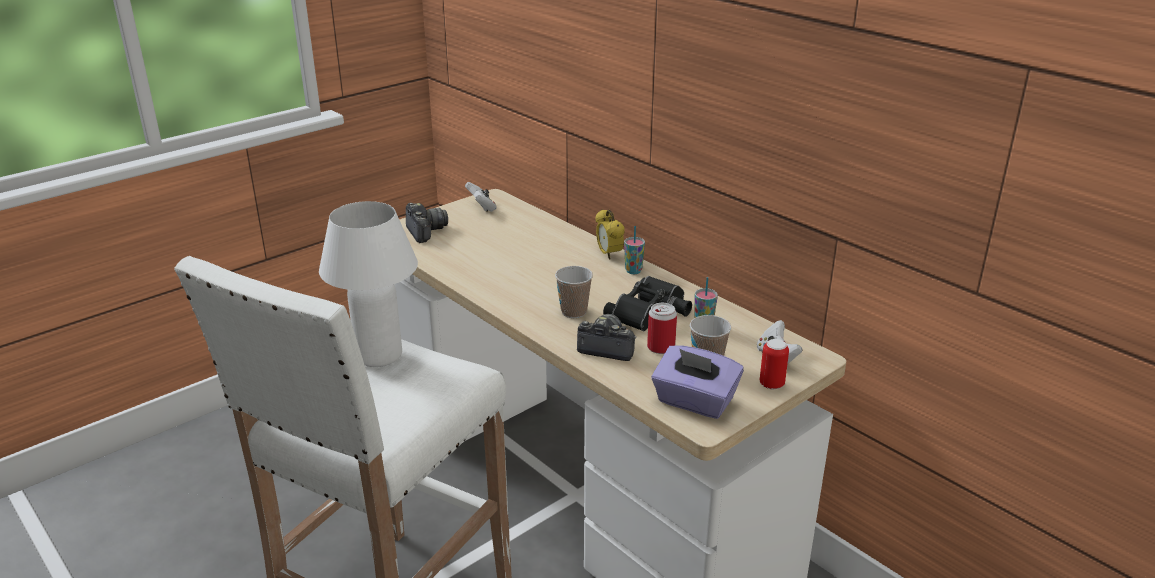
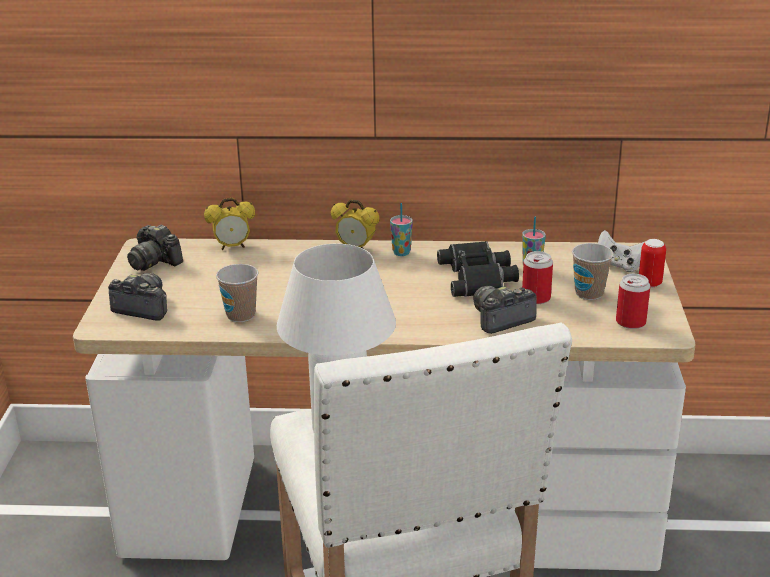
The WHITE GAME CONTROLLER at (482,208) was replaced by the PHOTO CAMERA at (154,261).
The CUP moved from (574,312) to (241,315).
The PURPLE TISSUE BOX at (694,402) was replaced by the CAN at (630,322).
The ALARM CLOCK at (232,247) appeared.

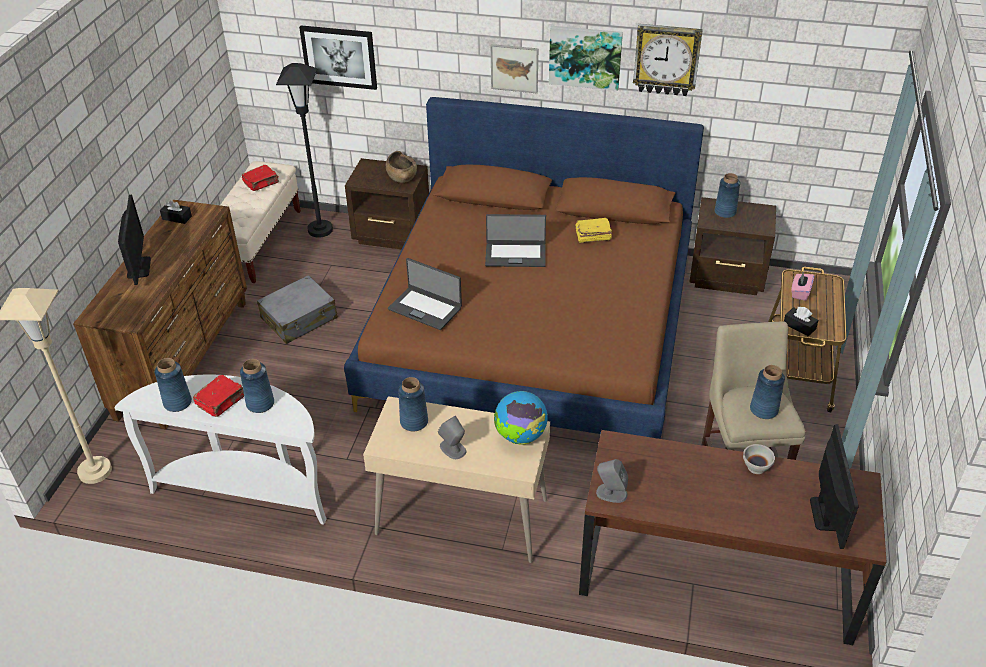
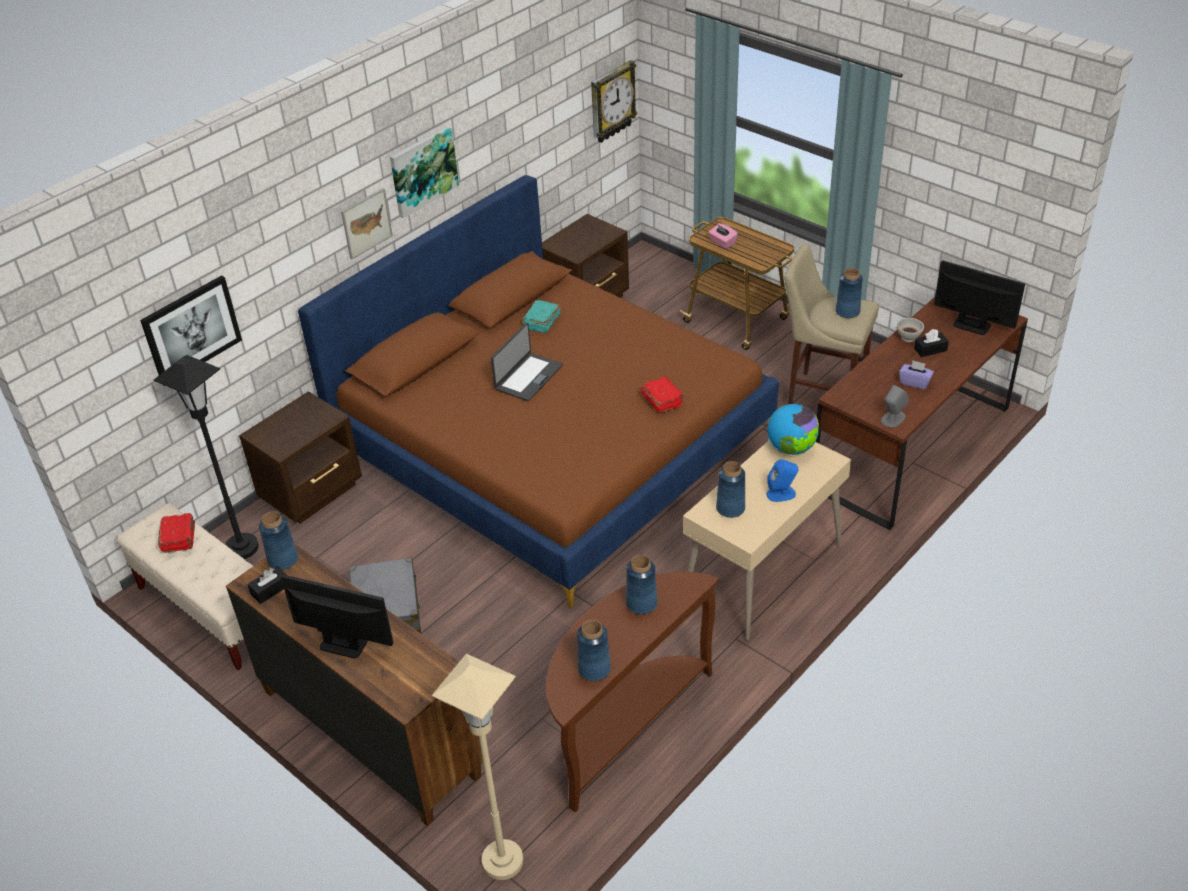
The WHITE CONSOLE TABLE at (246,489) became the BROWN CONSOLE TABLE at (624,725).
The RED BOOK moved from (221,401) to (662,400).
The BROWN BOWL at (401,175) disappeared.
The LAPTOP at (425,308) disappeared.
The GREY SPEAKER at (453,449) became the BLUE SPEAKER at (781,494).
The YELLOW BOOK at (592,236) became the TURQUOISE BOOK at (541,323).
The WALL CLOCK moved from (666,59) to (611,102).
The BLUE VASE moved from (725,212) to (283,560).
The BLACK TISSUE BOX moved from (799,326) to (930,349).
The PURPLE TISSUE BOX at (915,382) appeared.

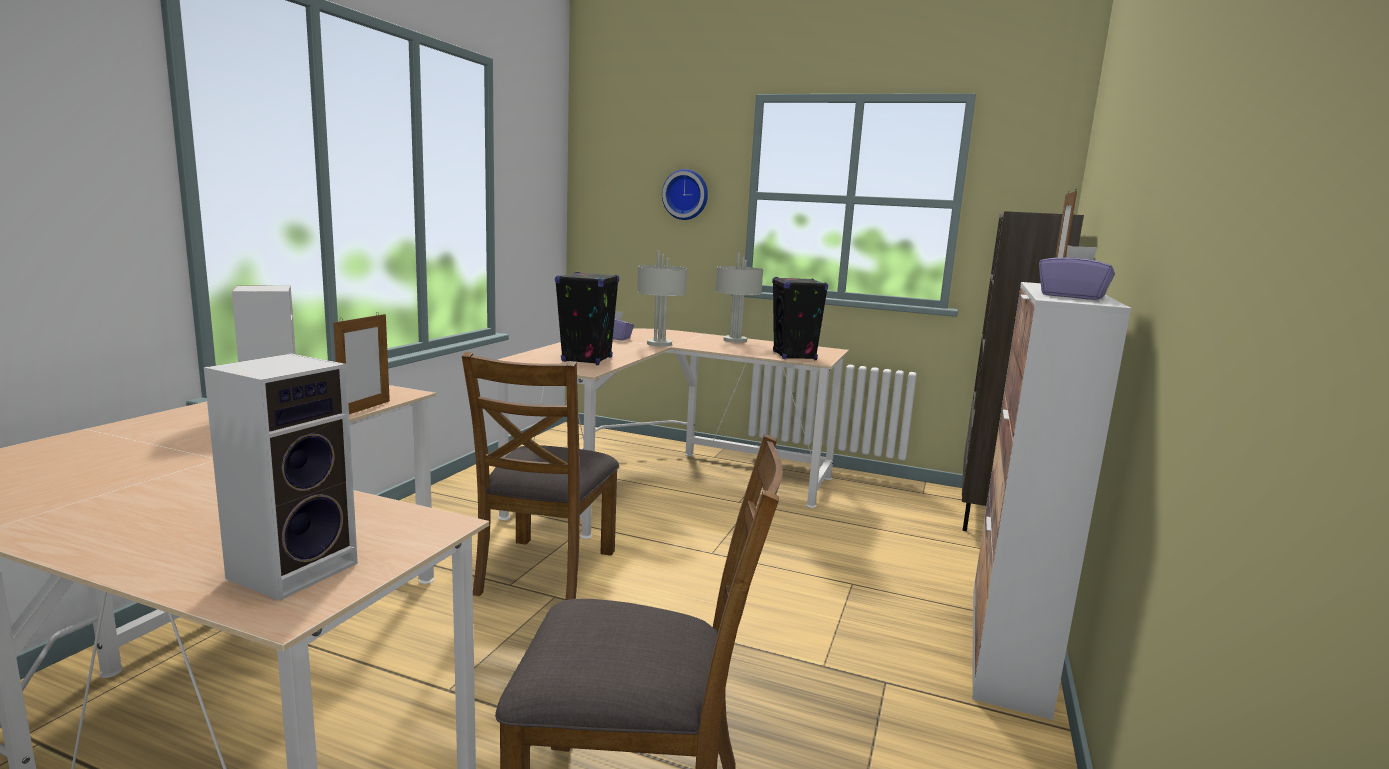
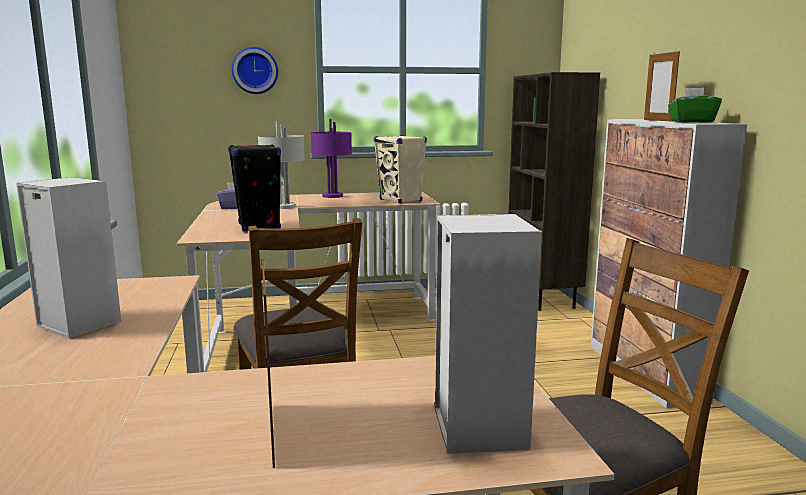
The PICTURE FRAME moved from (365,409) to (271,433).
The GREY TABLE LAMP at (734,340) became the PURPLE TABLE LAMP at (332,196).
The BLACK SPEAKER at (794,356) became the BEIGE SPEAKER at (401,200).
The PURPLE TISSUE BOX at (1072,296) became the GREEN TISSUE BOX at (692,122).

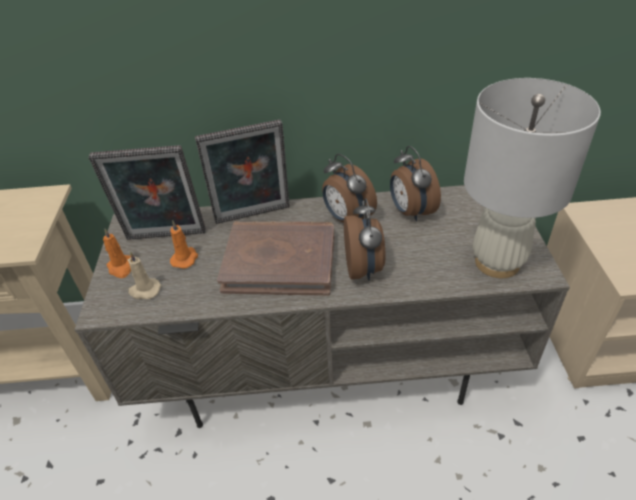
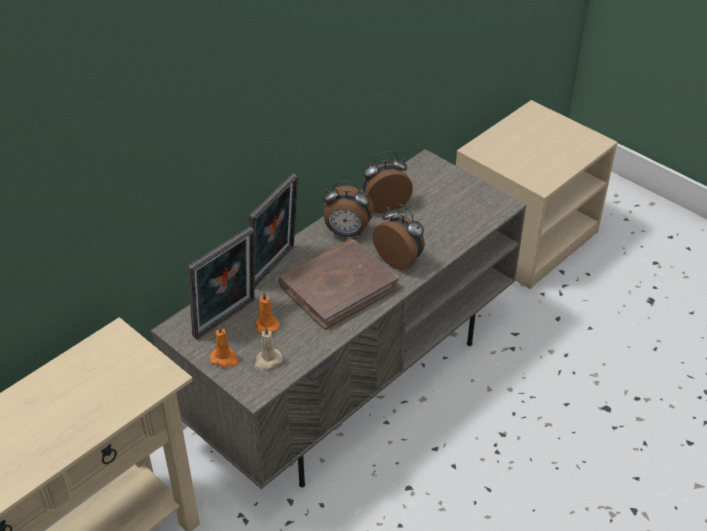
The ALARM CLOCK at (410,212) turned 135 degrees clockwise.
The WHITE TABLE LAMP at (497,262) disappeared.

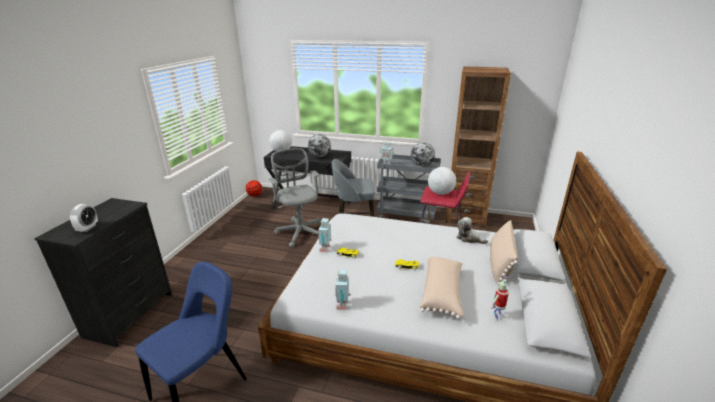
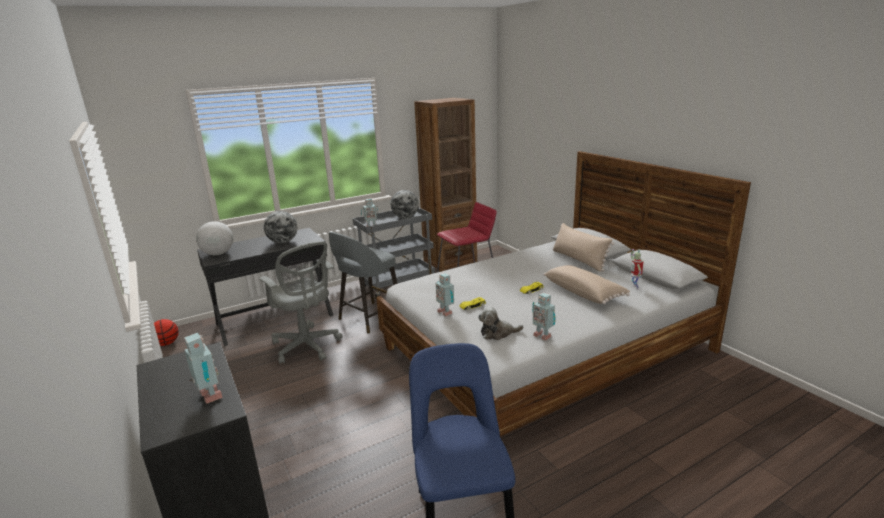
The ALARM CLOCK at (88,228) was replaced by the TOY ROBOT at (209,397).
The GREY OFFICE CHAIR at (299,231) turned 150 degrees counterclockwise.
The GLOBE at (440,193) disappeared.
The PLUSH TOY moved from (469,238) to (498,333).

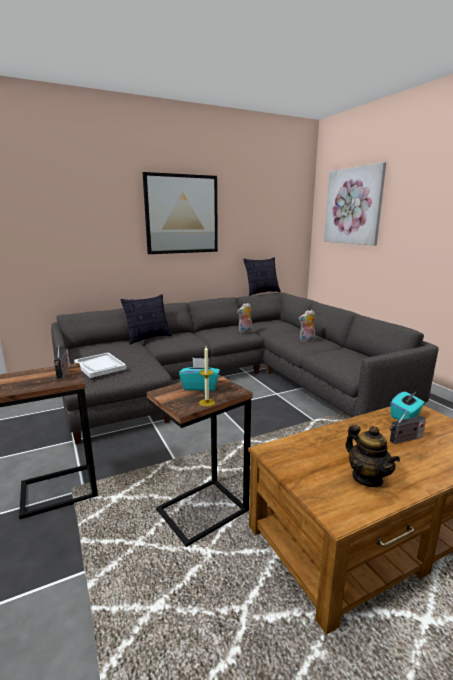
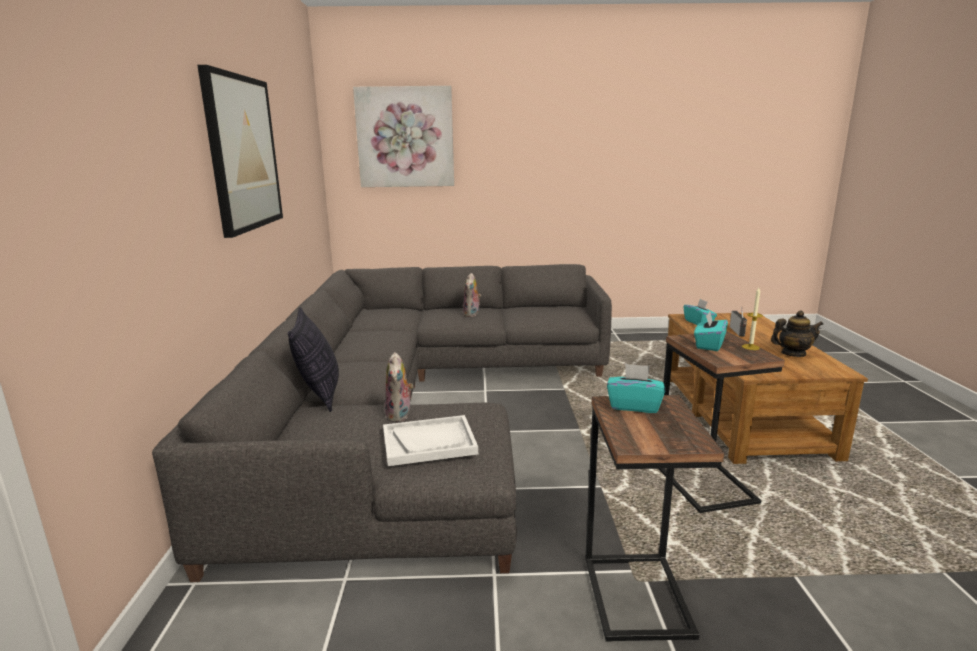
The RADIO at (63,372) was replaced by the TURQUOISE TISSUE BOX at (634,406).
The PLUSH TOY moved from (245,332) to (400,416).
The PILLOW at (262,293) disappeared.

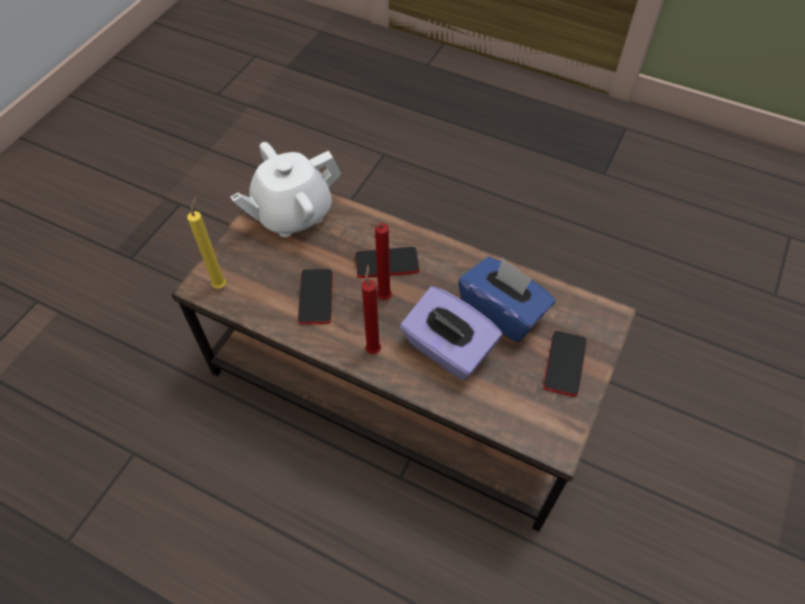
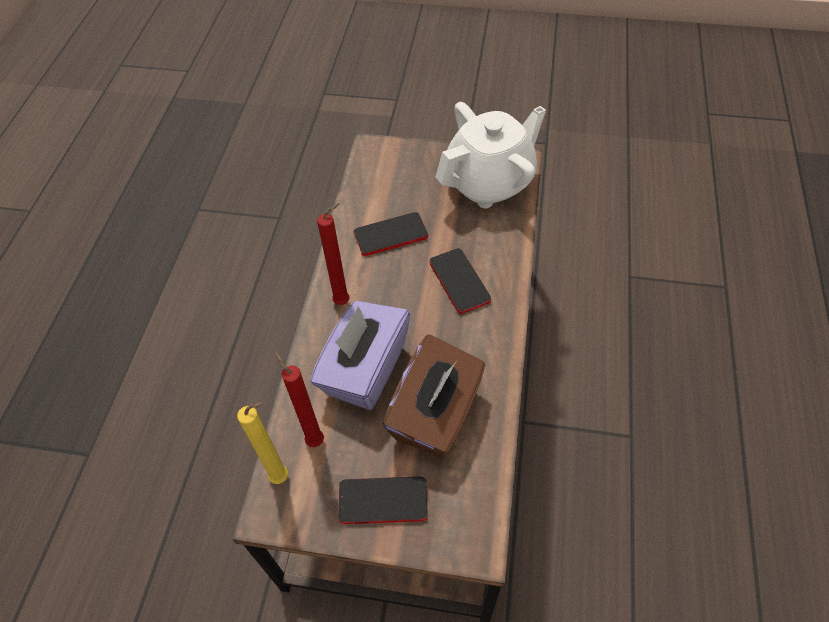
The YELLOW CANDLE moved from (221,284) to (283,477).
The WHITE TEAPOT at (292,213) turned 105 degrees clockwise.
The RED CANDLE moved from (381,298) to (313,439).
The BLUE TISSUE BOX at (502,312) became the BROWN TISSUE BOX at (436,414).

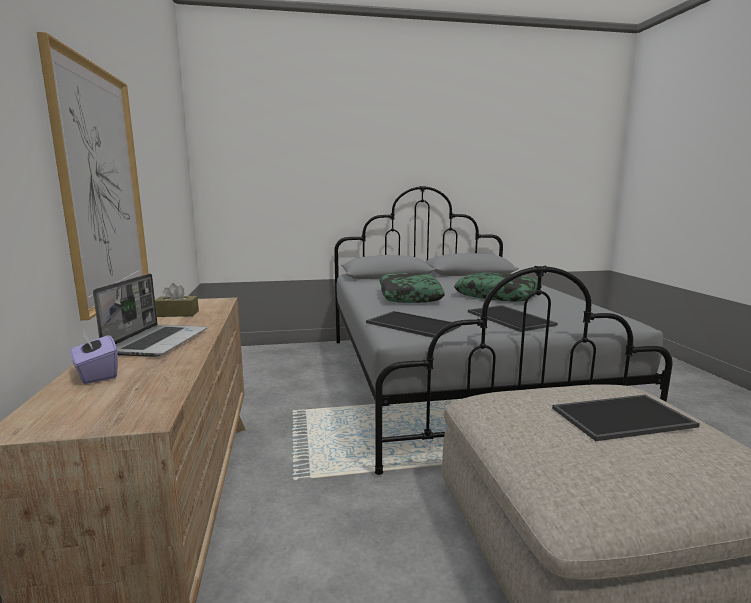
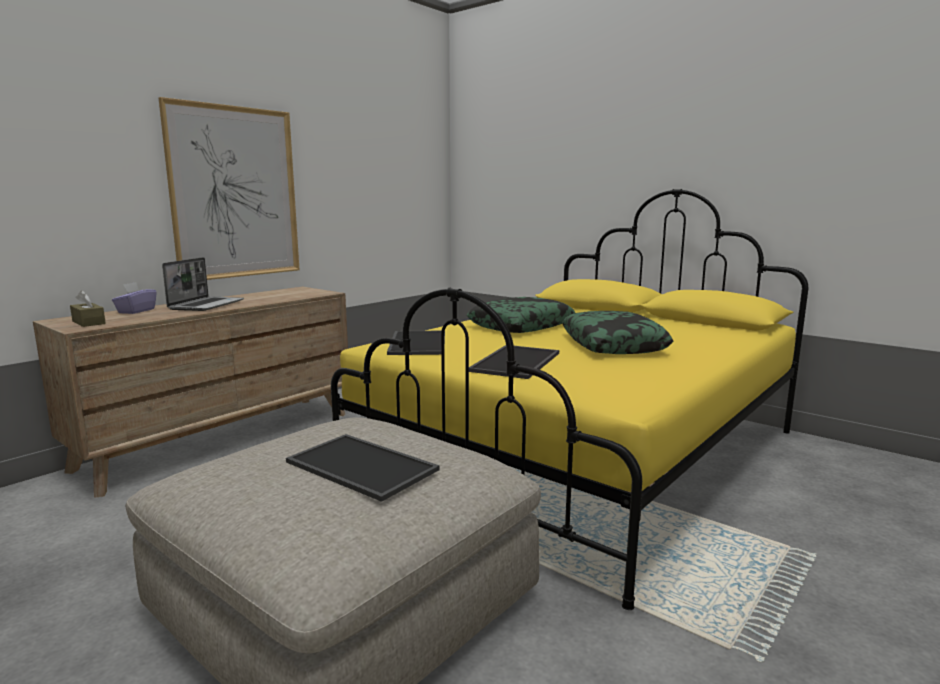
The LAPTOP at (158,341) turned 45 degrees counterclockwise.
The BROWN TISSUE BOX moved from (177,314) to (88,322).
The GREY BED at (457,381) became the YELLOW BED at (583,453).

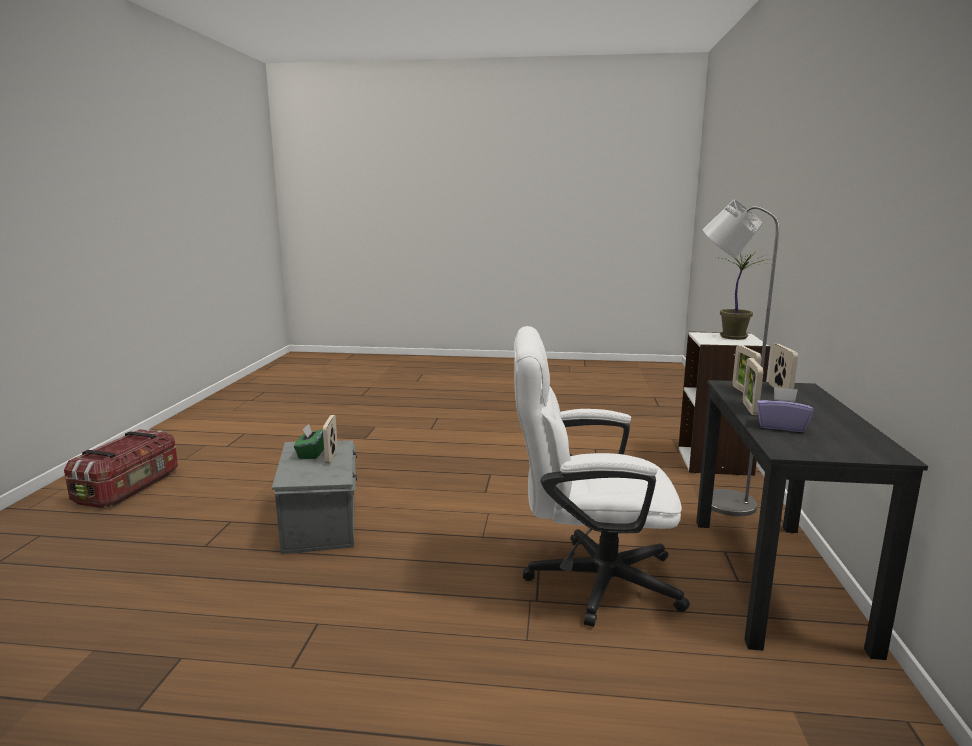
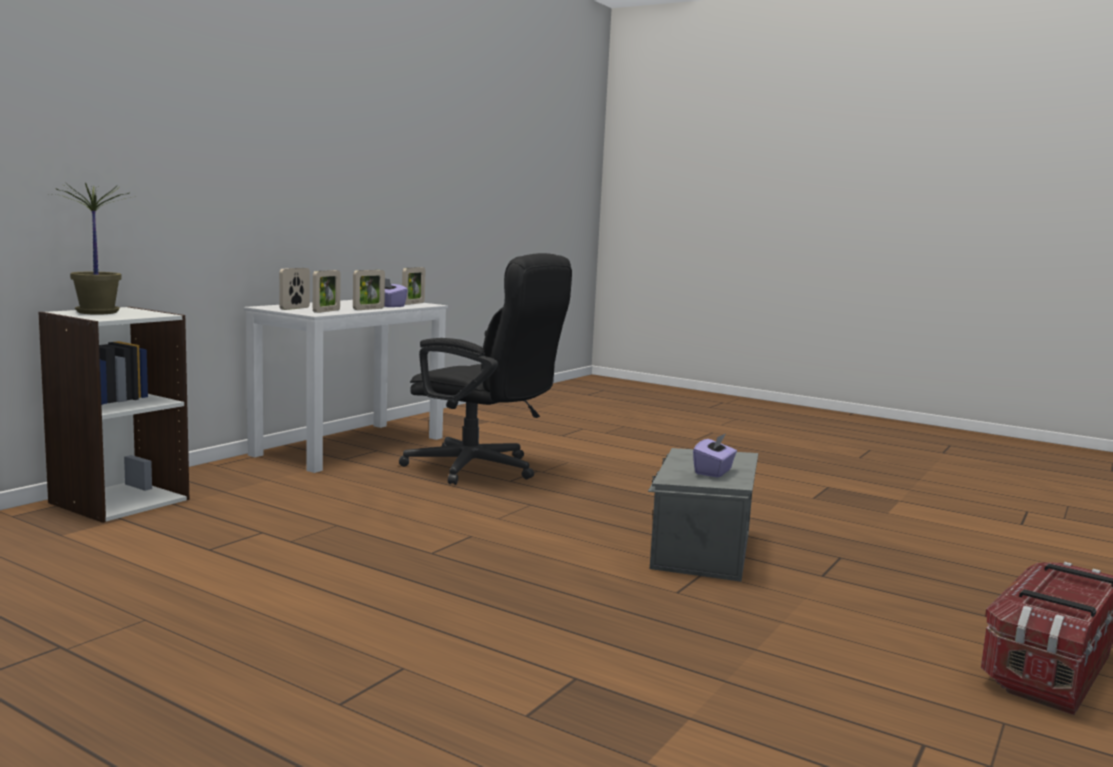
The GREEN TISSUE BOX at (311,453) became the PURPLE TISSUE BOX at (714,472).
The PICTURE FRAME moved from (331,457) to (413,303).
The WHITE OFFICE CHAIR at (588,580) became the BLACK OFFICE CHAIR at (482,469).
The BLACK DESK at (775,579) became the WHITE DESK at (351,446).
The GREY FLOOR LAMP at (718,502) disappeared.

